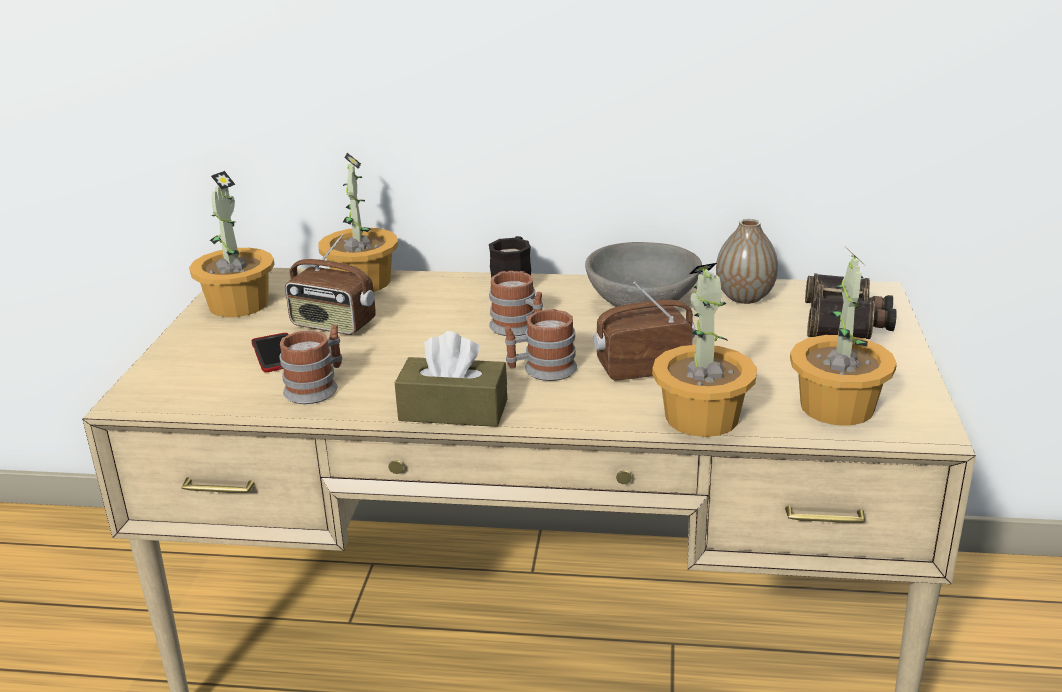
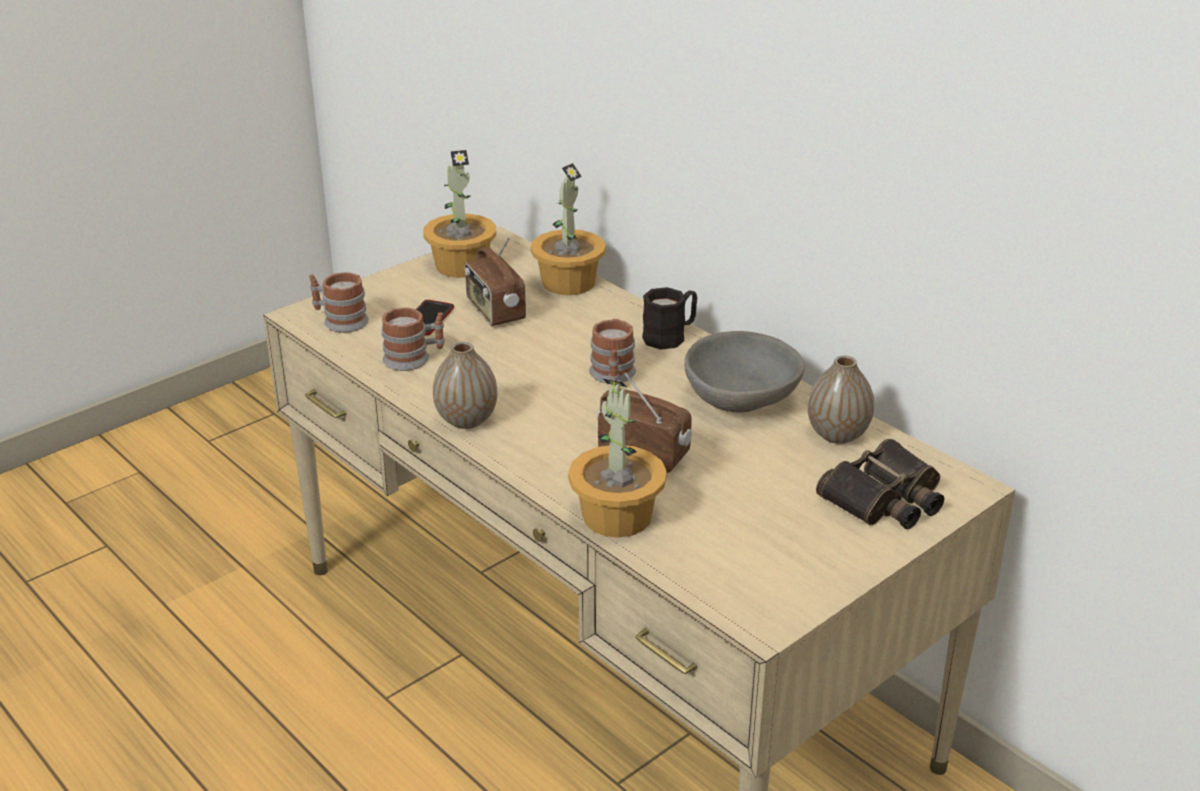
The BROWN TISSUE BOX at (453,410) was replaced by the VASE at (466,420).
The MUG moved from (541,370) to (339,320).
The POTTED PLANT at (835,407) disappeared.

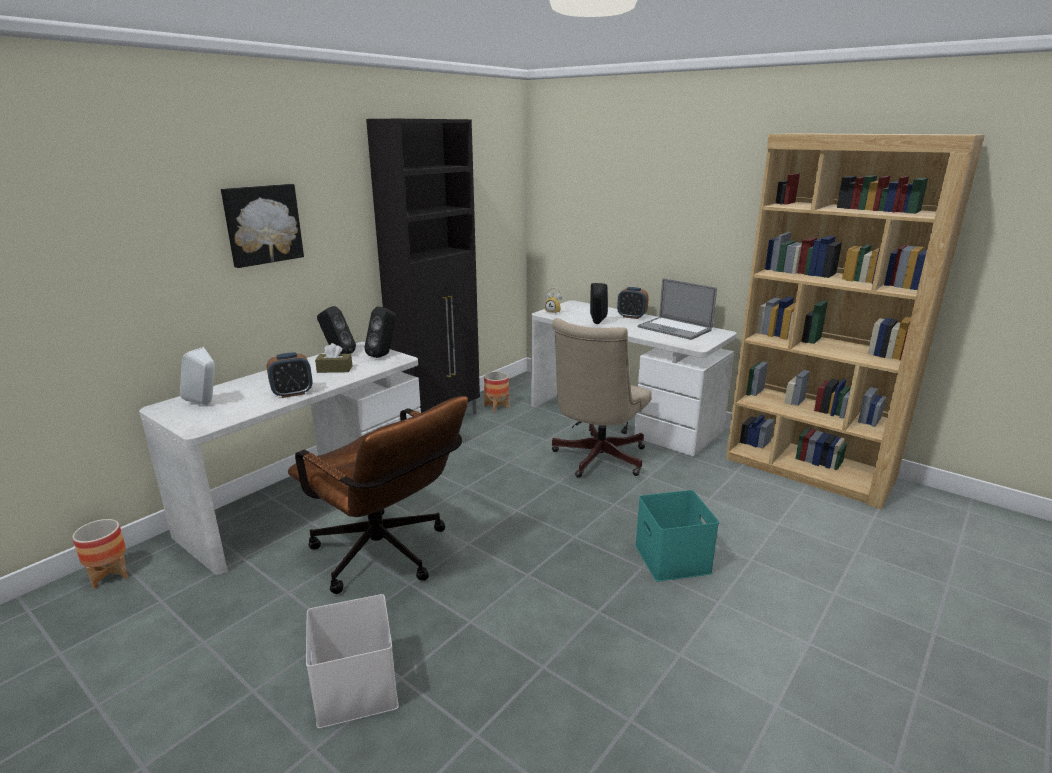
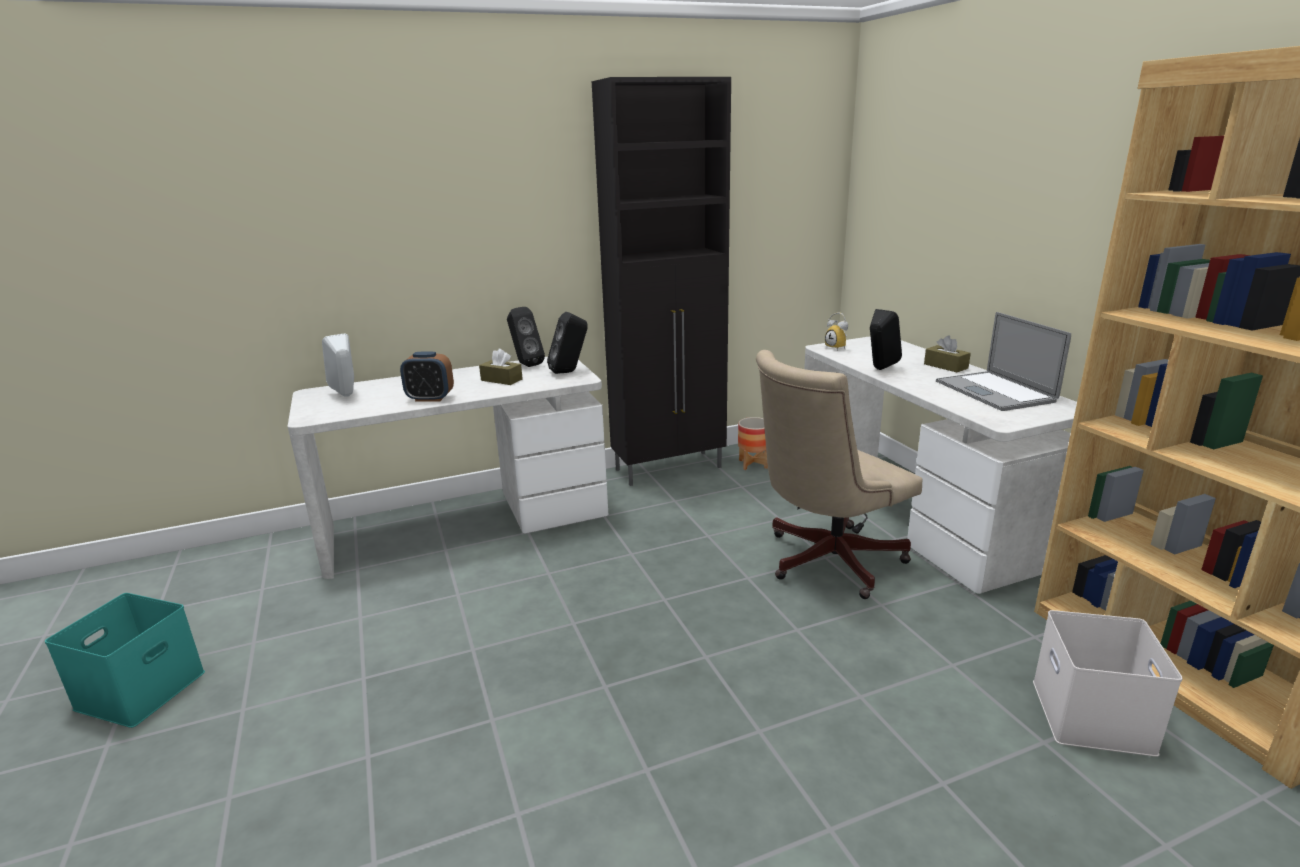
The PLANTER at (109,575) disappeared.
The PICTURE at (262,224) disappeared.
The BROWN OFFICE CHAIR at (387,557) disappeared.
The WHITE STORAGE BOX moved from (358,688) to (1095,717).
The ALARM CLOCK at (631,316) was replaced by the BROWN TISSUE BOX at (945,366).
The TURQUOISE STORAGE BOX moved from (674,559) to (140,692).

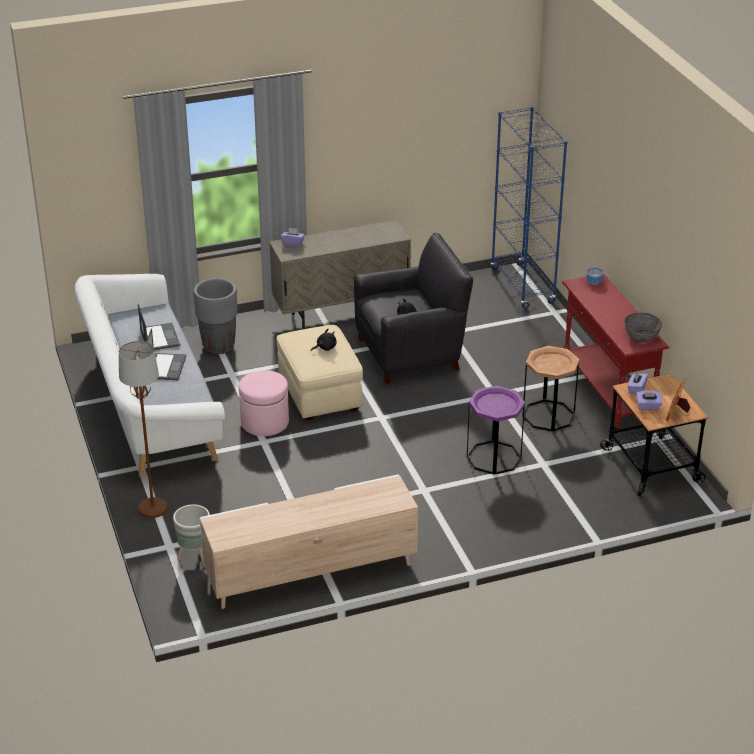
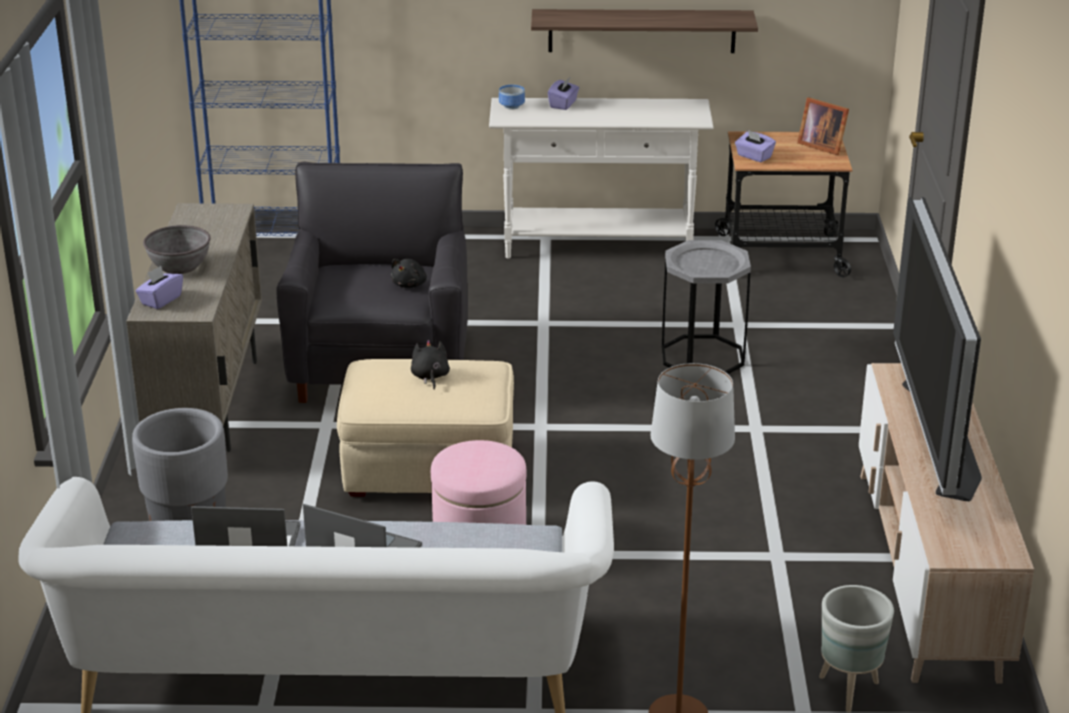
The PURPLE SIDE TABLE at (494,457) became the GREY SIDE TABLE at (702,356).
The BROWN SIDE TABLE at (548,415) disappeared.
The RED CONSOLE TABLE at (606,393) became the WHITE CONSOLE TABLE at (598,246).
The GREY BOWL moved from (641,336) to (179,266).
The PURPLE TISSUE BOX moved from (648,407) to (563,104).
The SHELF at (642,31) appeared.
The TELEVISION at (938,437) appeared.

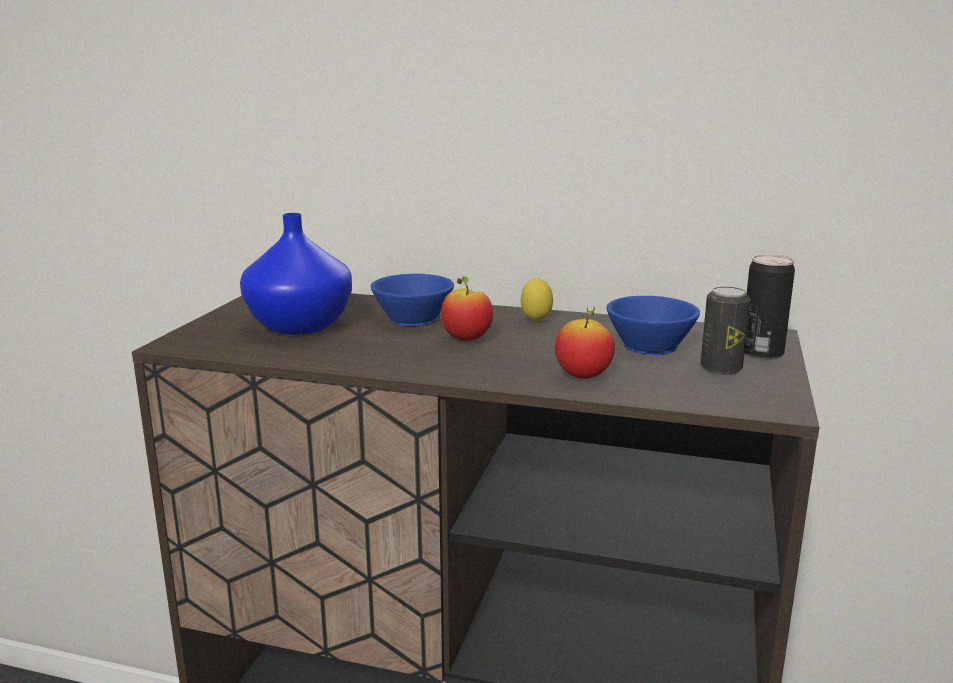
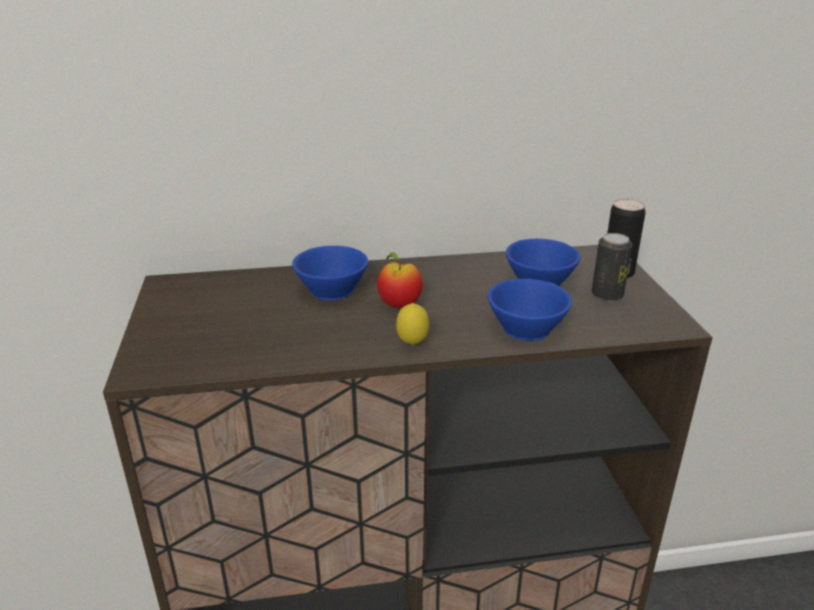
The BLUE VASE at (297,326) disappeared.
The LEMON moved from (536,322) to (412,344).
The APPLE at (583,376) was replaced by the BLUE CUP at (525,326).

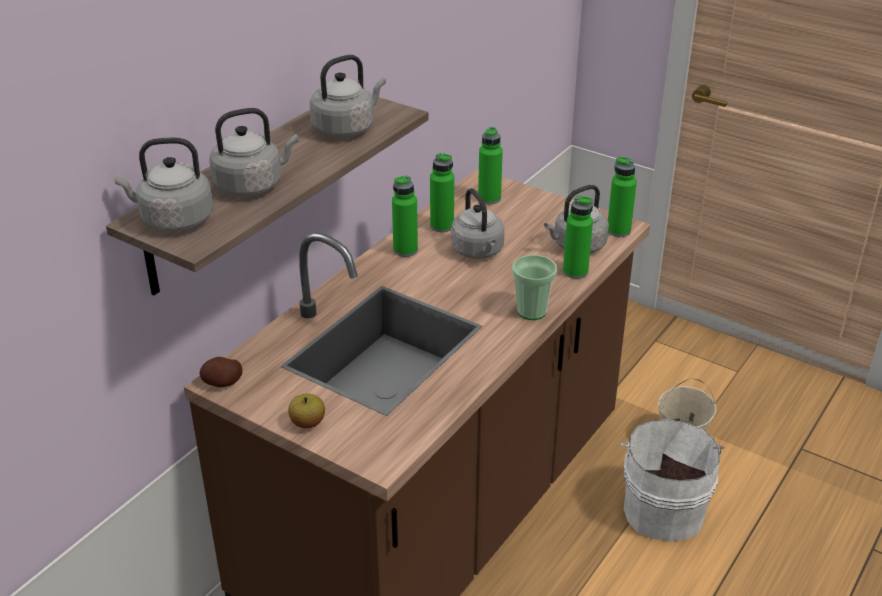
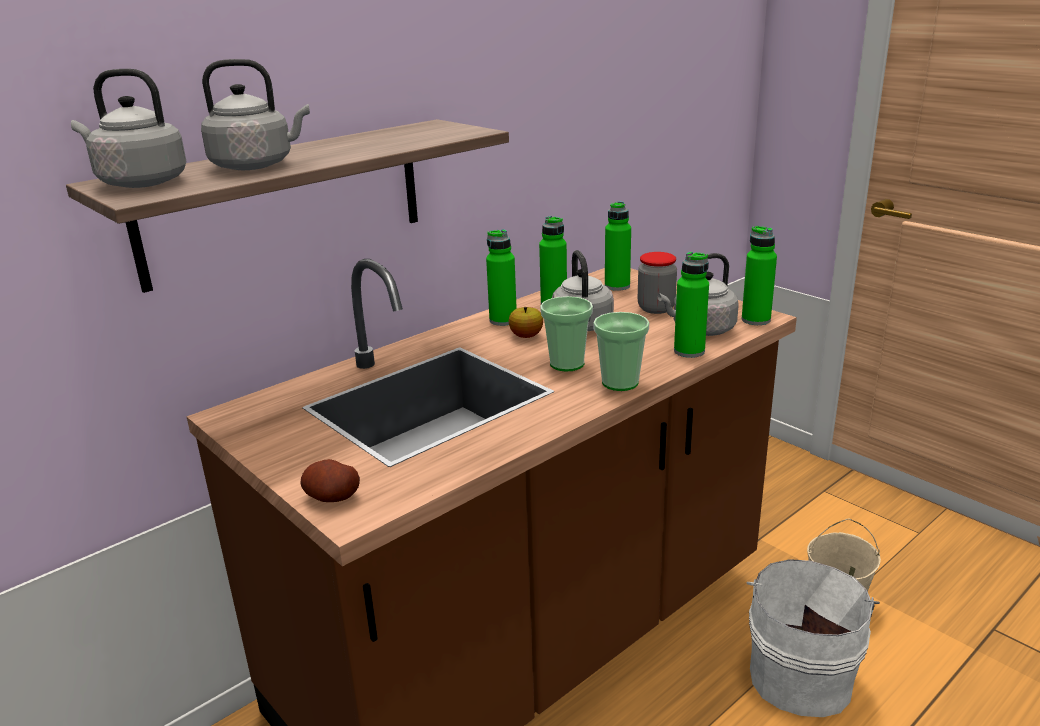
The POTATO moved from (222,382) to (332,497).
The APPLE moved from (307,423) to (526,336).
The GREY KETTLE at (346,128) disappeared.
The CUP at (567,364) appeared.
The JAR at (656,308) appeared.

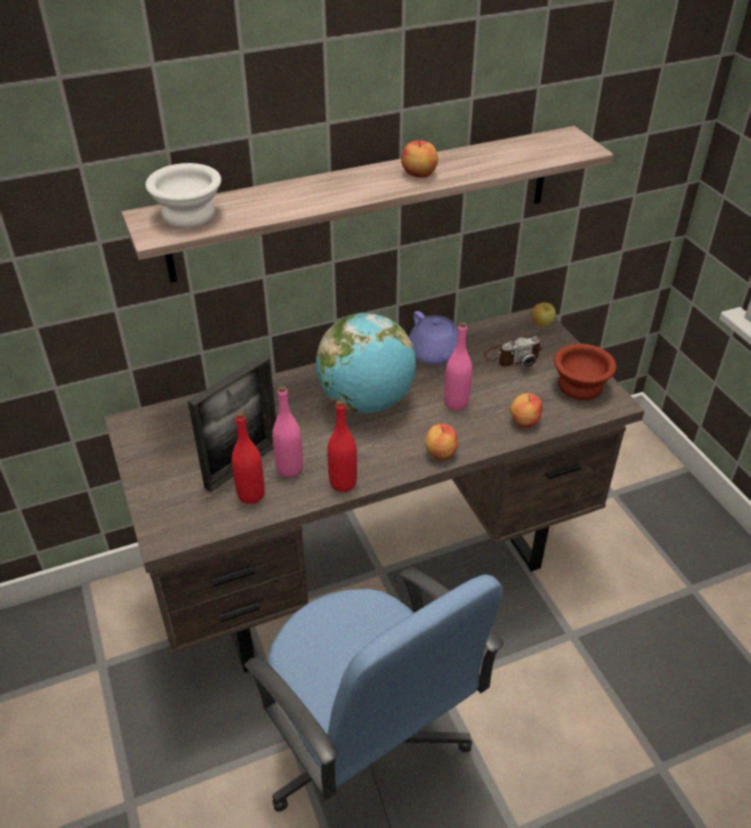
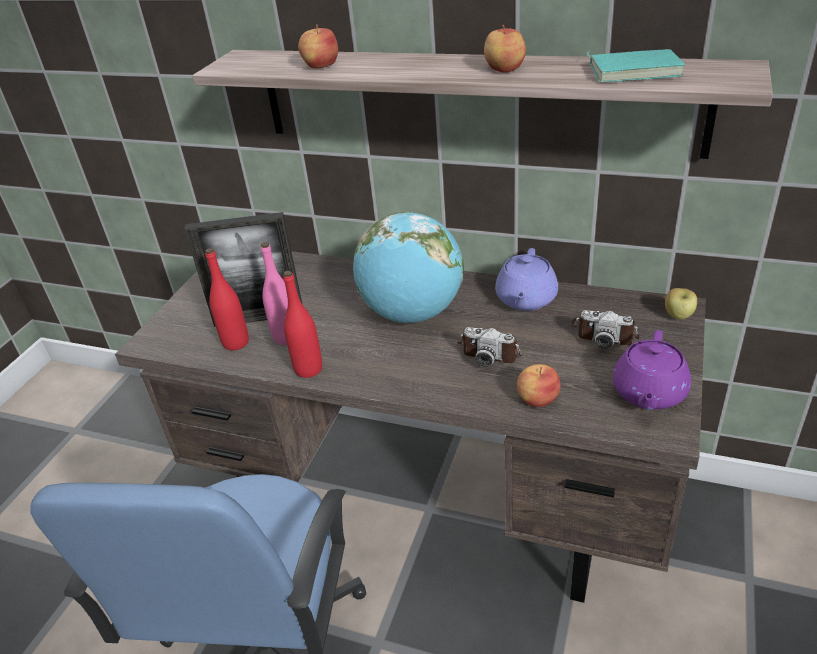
The WHITE BOWL at (190,213) disappeared.
The APPLE moved from (440,452) to (321,65).
The PINK BOTTLE at (456,403) was replaced by the PHOTO CAMERA at (490,350).
The BROWN BOWL at (580,385) was replaced by the PURPLE TEAPOT at (649,393).
The TURQUOISE BOOK at (634,70) appeared.

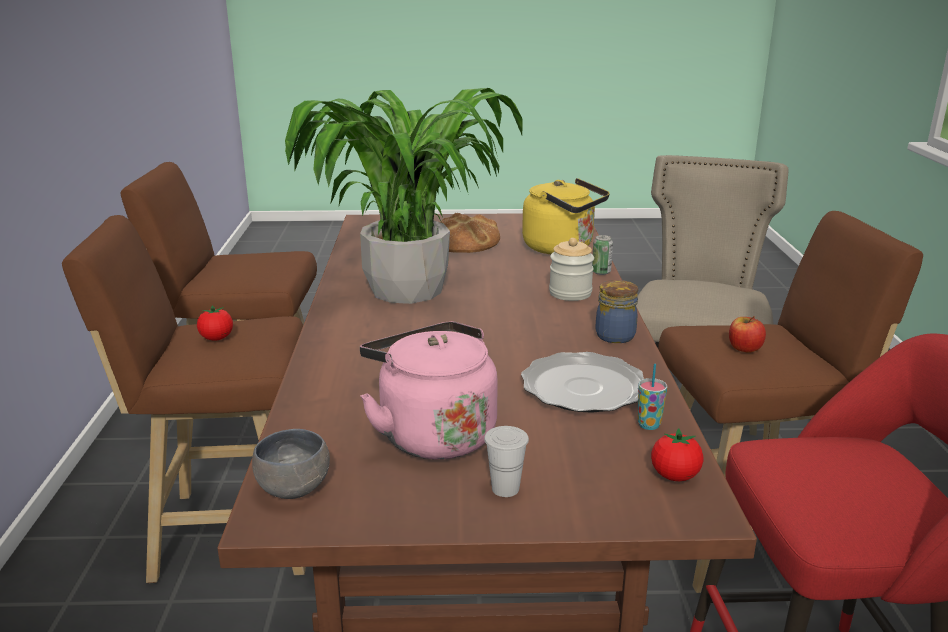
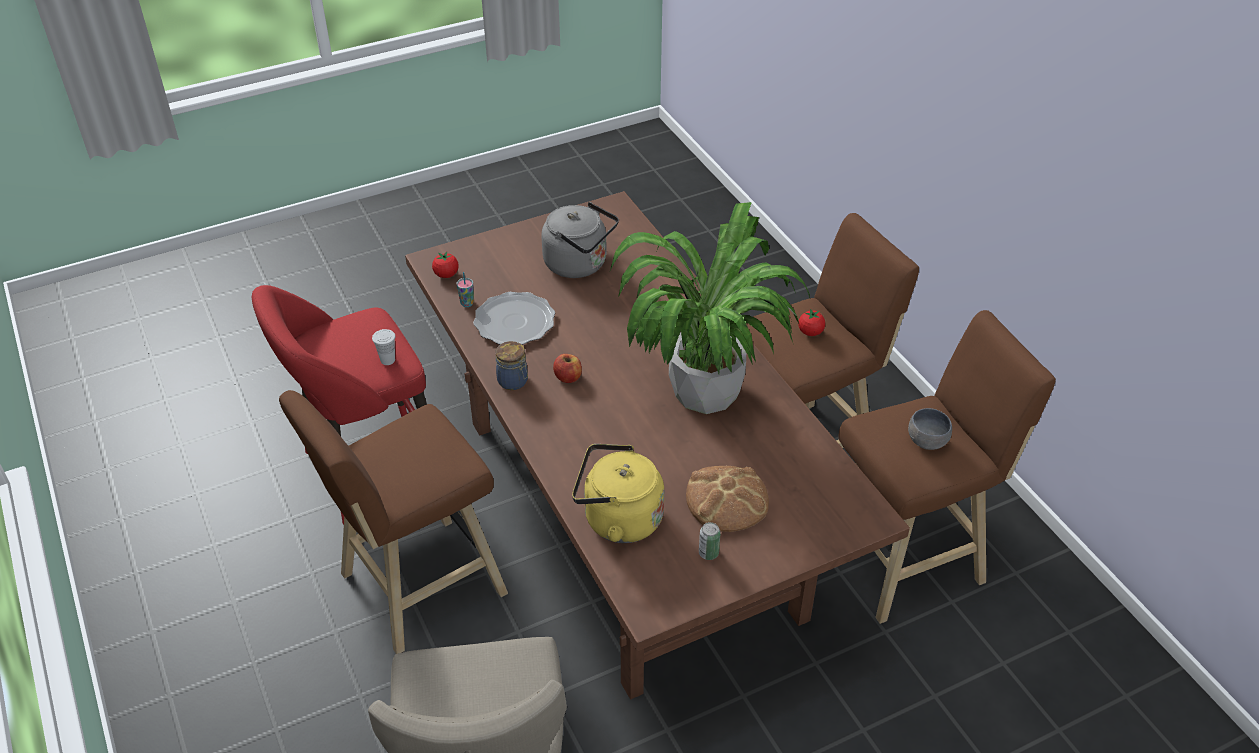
The GREY BOWL moved from (291,488) to (928,442).
The PINK KETTLE at (432,433) became the GREY KETTLE at (579,264).
The WHITE CUP moved from (505,489) to (387,360).
The JAR at (570,293) disappeared.
The CAN moved from (601,272) to (708,553).
The APPLE moved from (744,348) to (568,377).

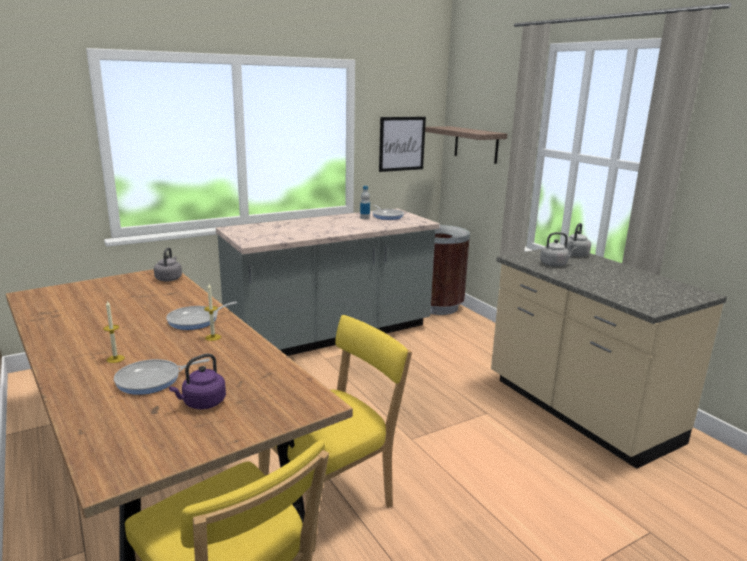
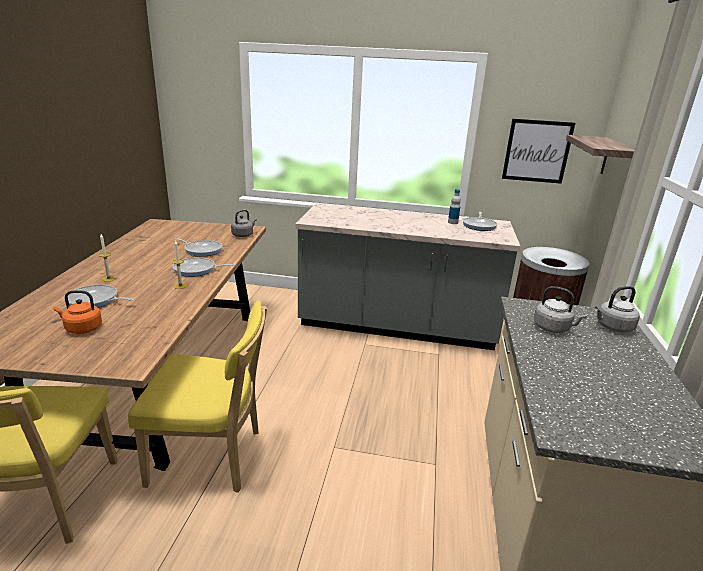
The PURPLE KETTLE at (202,403) became the ORANGE KETTLE at (82,328).
The FRYING PAN at (202,250) appeared.

